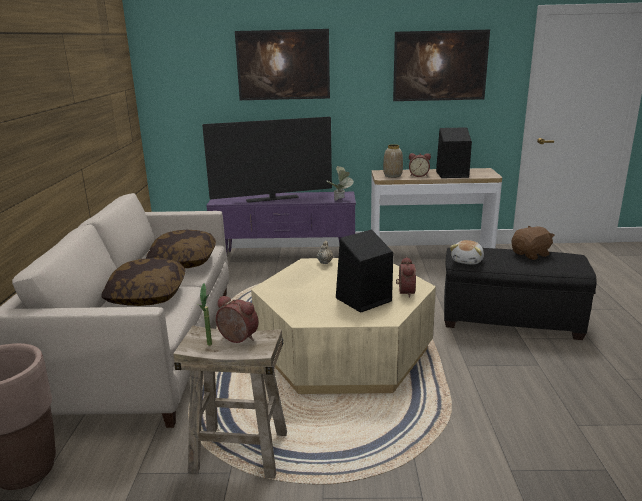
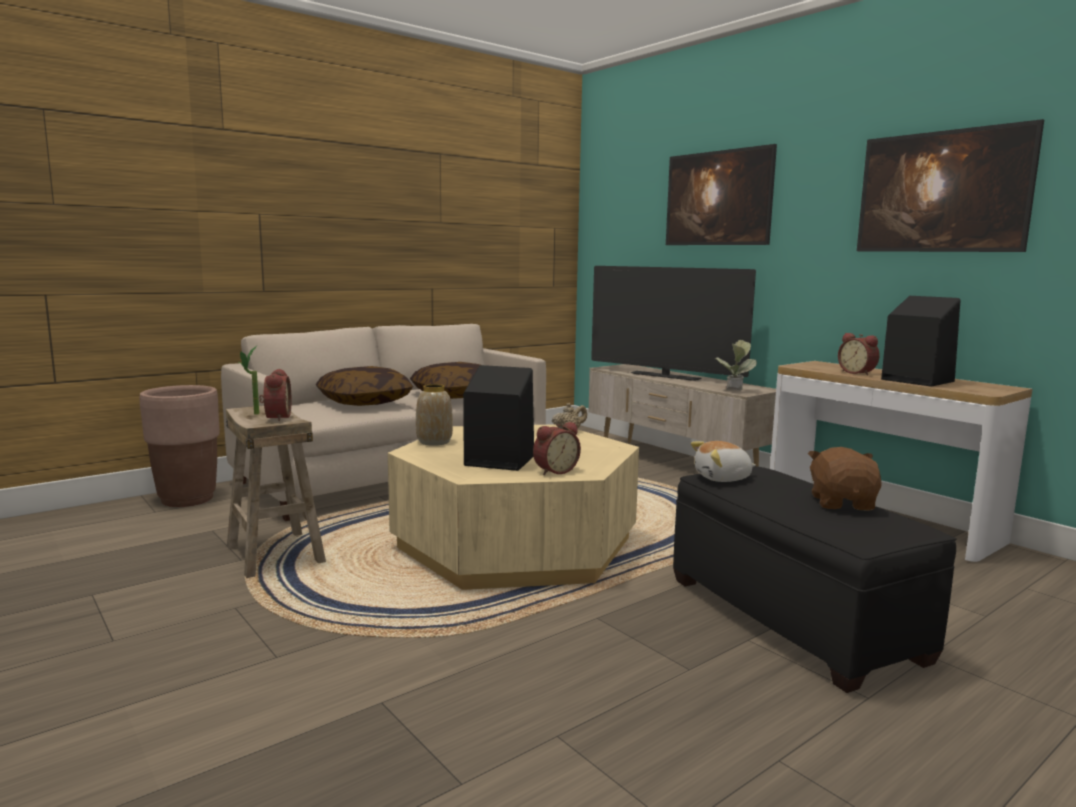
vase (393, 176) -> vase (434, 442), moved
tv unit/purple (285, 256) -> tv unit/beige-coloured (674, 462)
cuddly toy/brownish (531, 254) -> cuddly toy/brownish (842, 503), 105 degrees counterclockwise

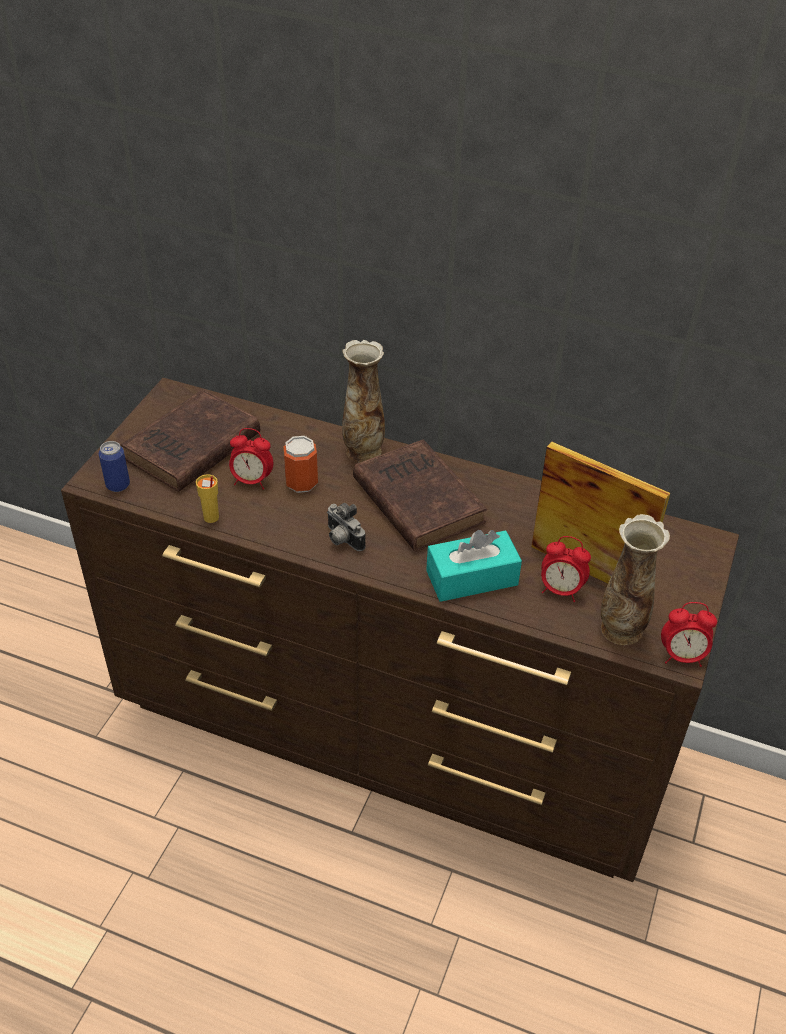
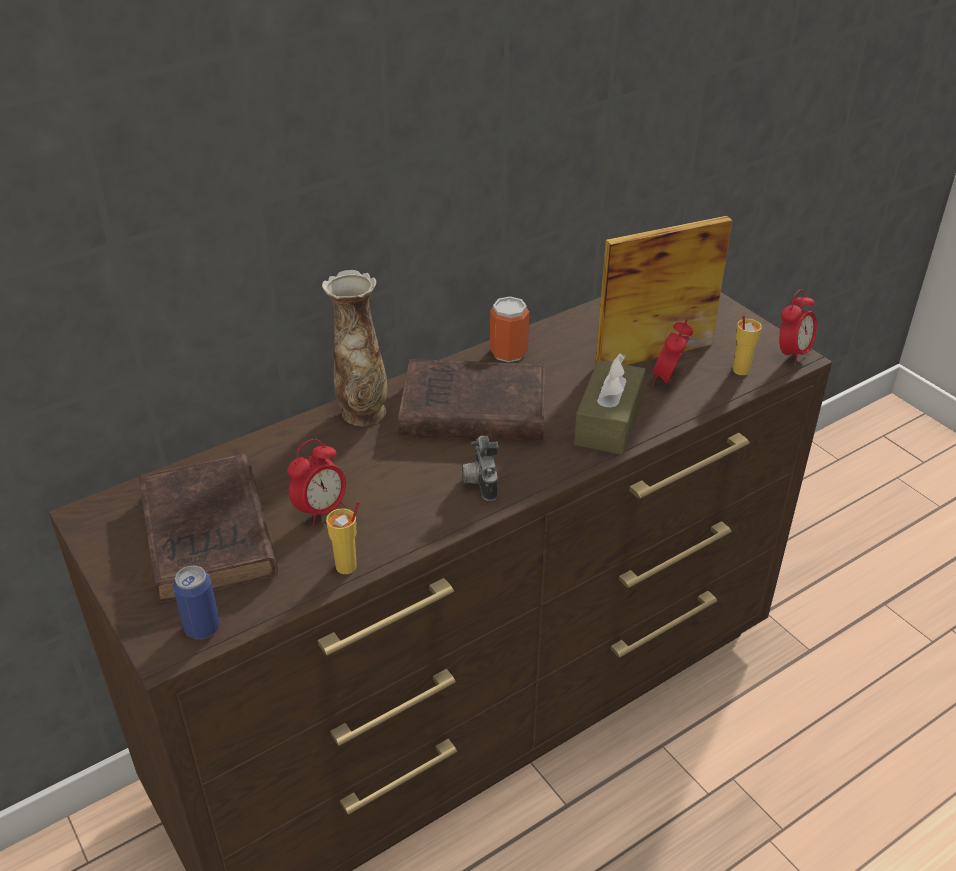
metal can (301, 483) -> metal can (508, 352), moved
vase (620, 630) -> drinking cup/yellow (740, 370)
tissue holder/turquoise-coloured (472, 578) -> tissue holder/brownish (608, 422)
still camera (342, 540) -> still camera (479, 482), 90 degrees clockwise
alarm clock (560, 590) -> alarm clock (668, 379), 150 degrees clockwise

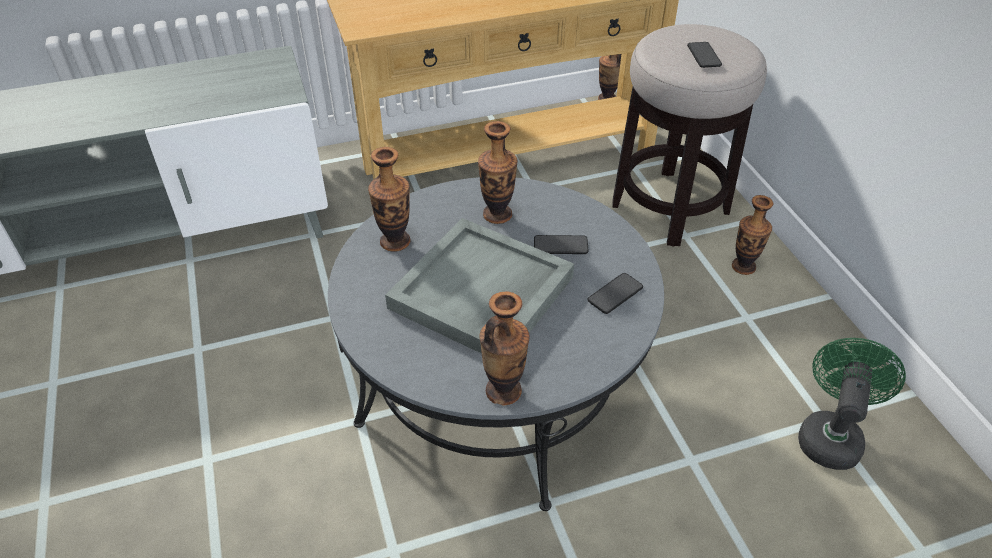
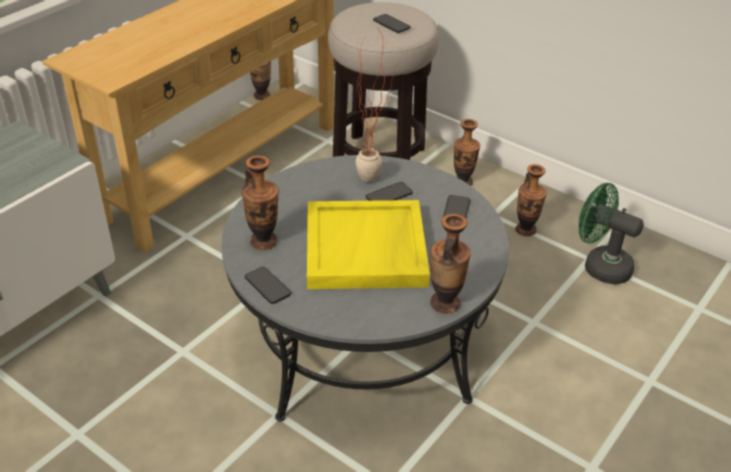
none -> telephone (267, 286)
none -> potted plant (375, 177)
vase (497, 215) -> vase (525, 230), moved
serving tray/greyish (482, 294) -> serving tray/yellow (366, 249)
cooling fan/green-coloured (830, 435) -> cooling fan/green-coloured (600, 266), 45 degrees counterclockwise

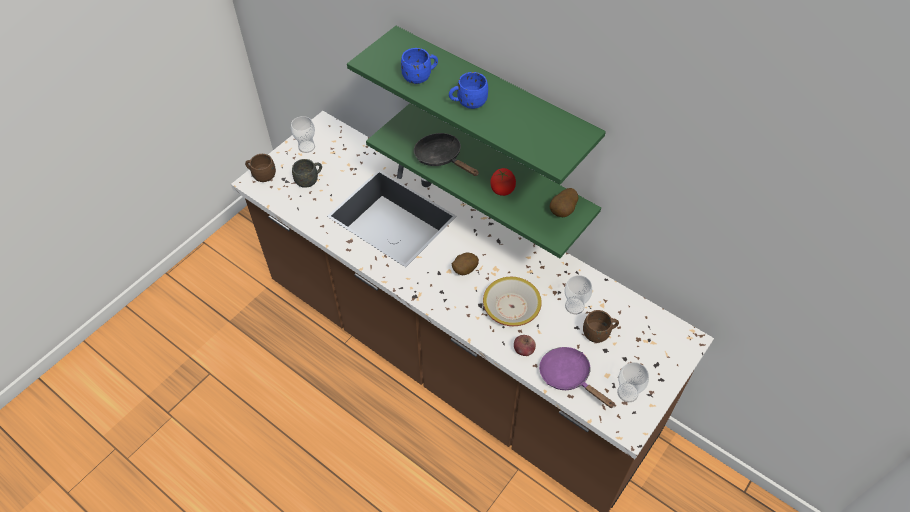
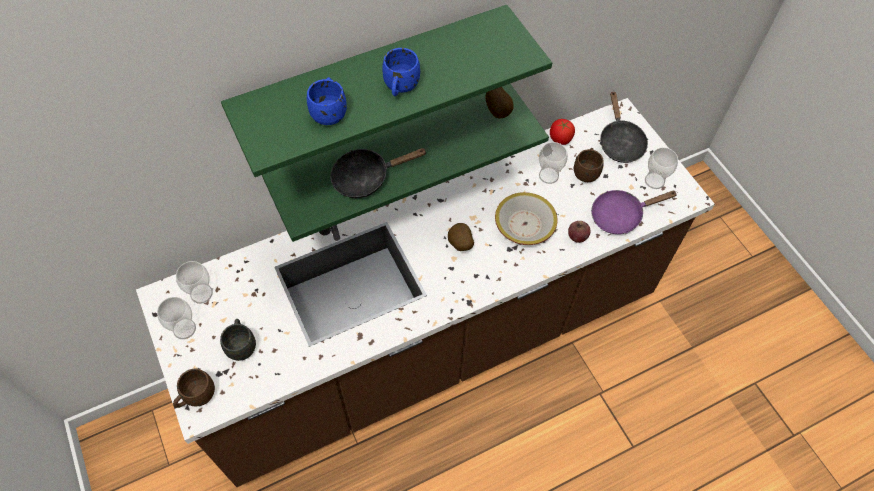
none -> drinking cup (201, 293)
none -> pan/blackish (620, 142)
fresh tomato (502, 190) -> fresh tomato (560, 139), moved

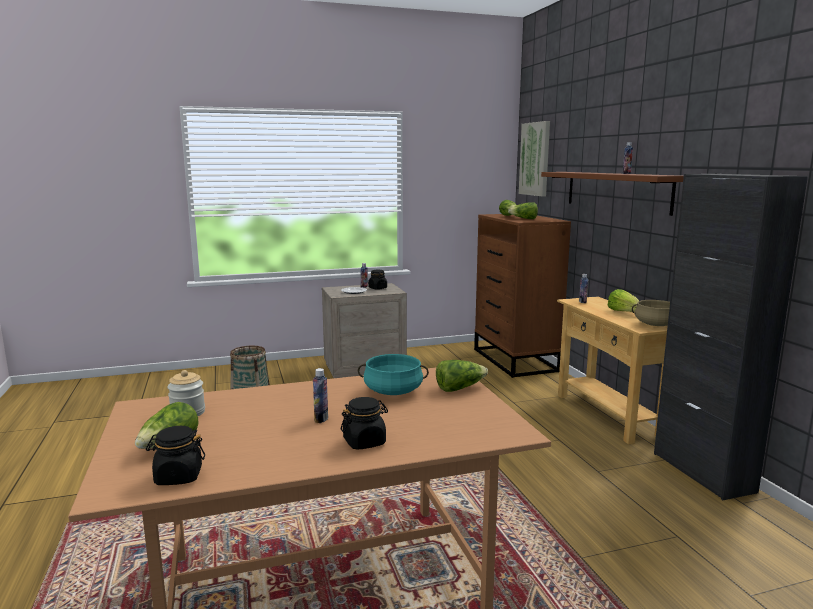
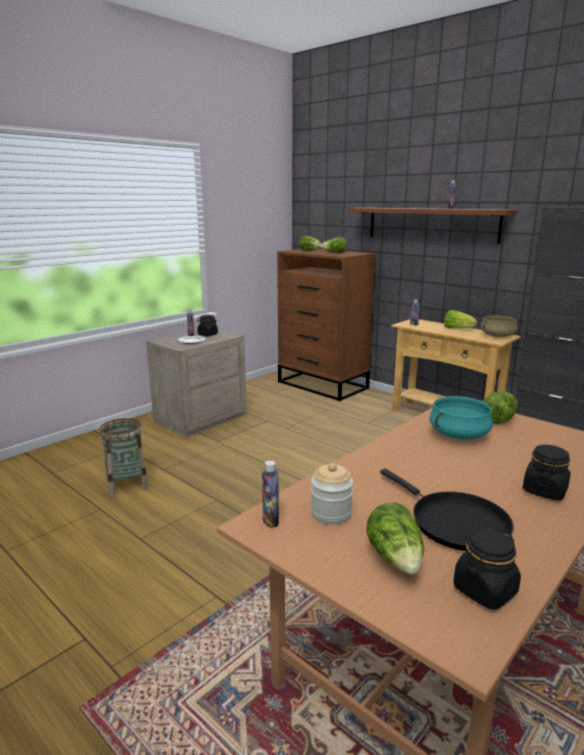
picture (535, 159) -> none
none -> pan/blackish (454, 523)
bottle (321, 419) -> bottle (270, 521), moved

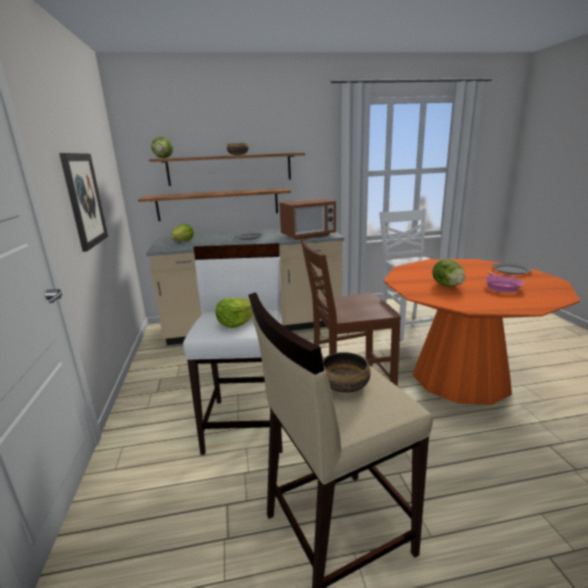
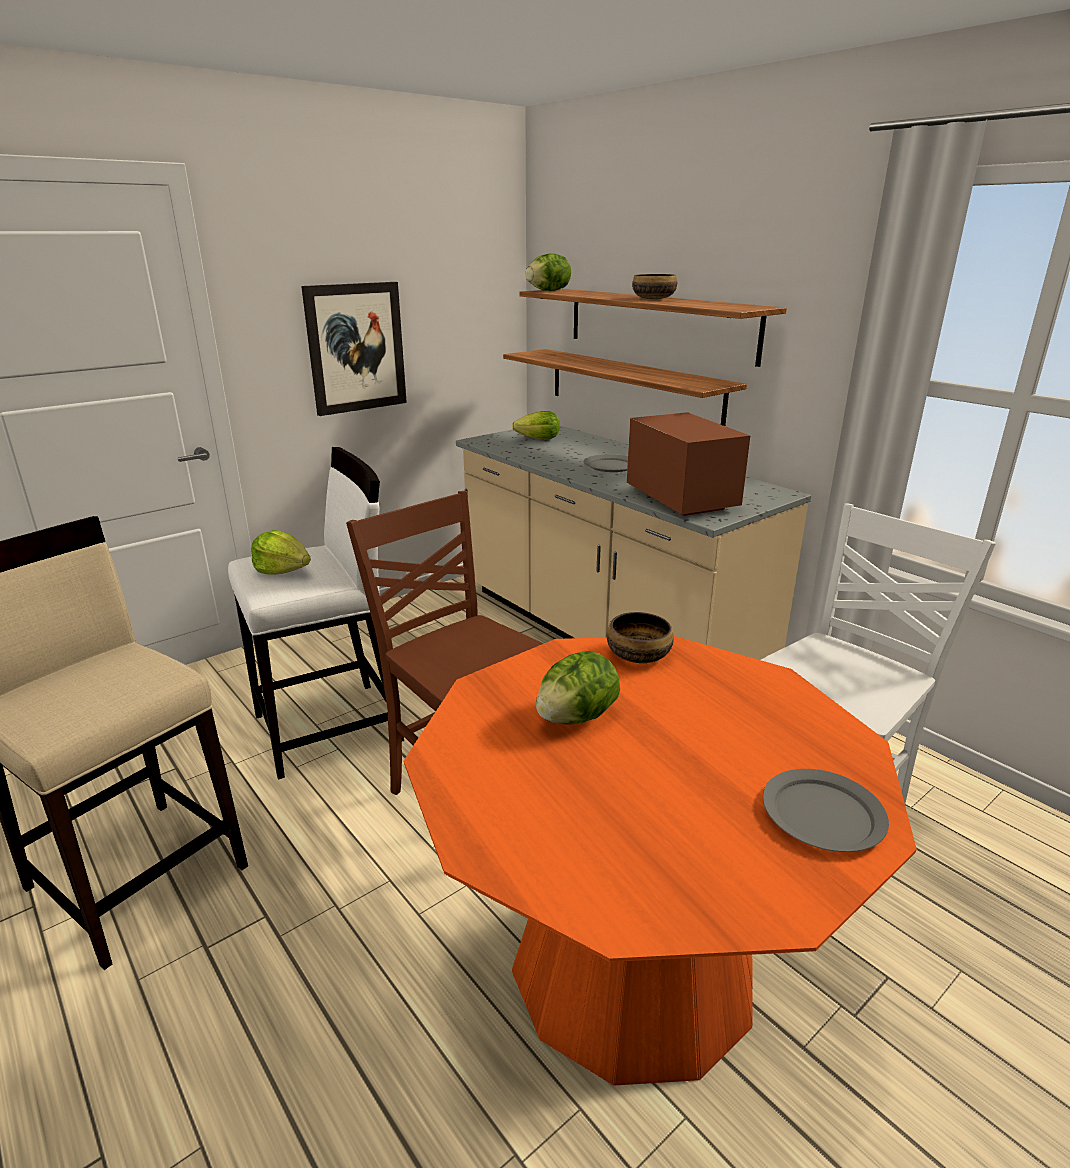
pan/pink (501, 287) -> none
deep dish (344, 385) -> deep dish (638, 654), moved
microwave (308, 235) -> microwave (681, 500), 150 degrees counterclockwise

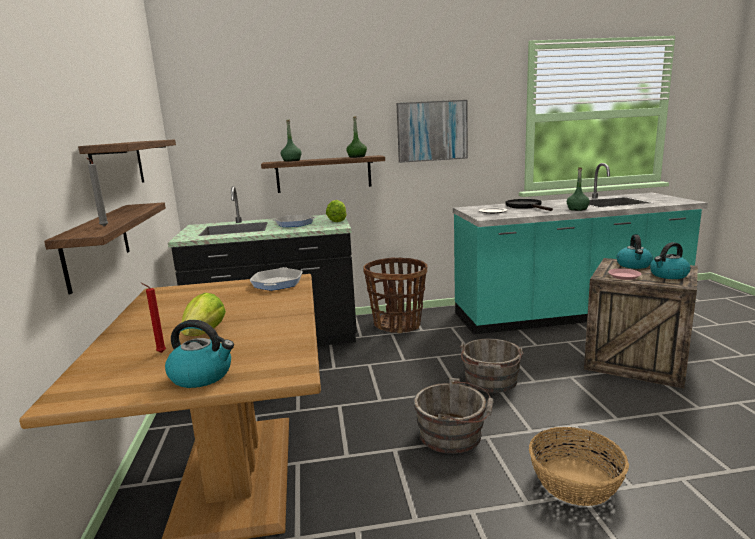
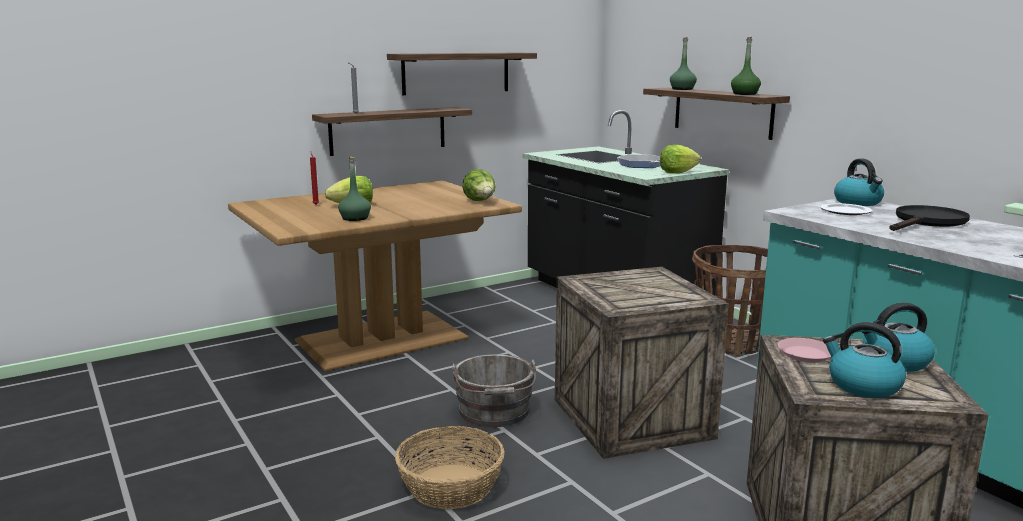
picture (432, 131) -> none
kettle (202, 376) -> kettle (858, 202), moved
bottle/green-coloured (577, 209) -> bottle/green-coloured (355, 218), moved
pan (277, 283) -> head of lettuce (480, 202)
water bucket/greyish (490, 381) -> crate (634, 419)

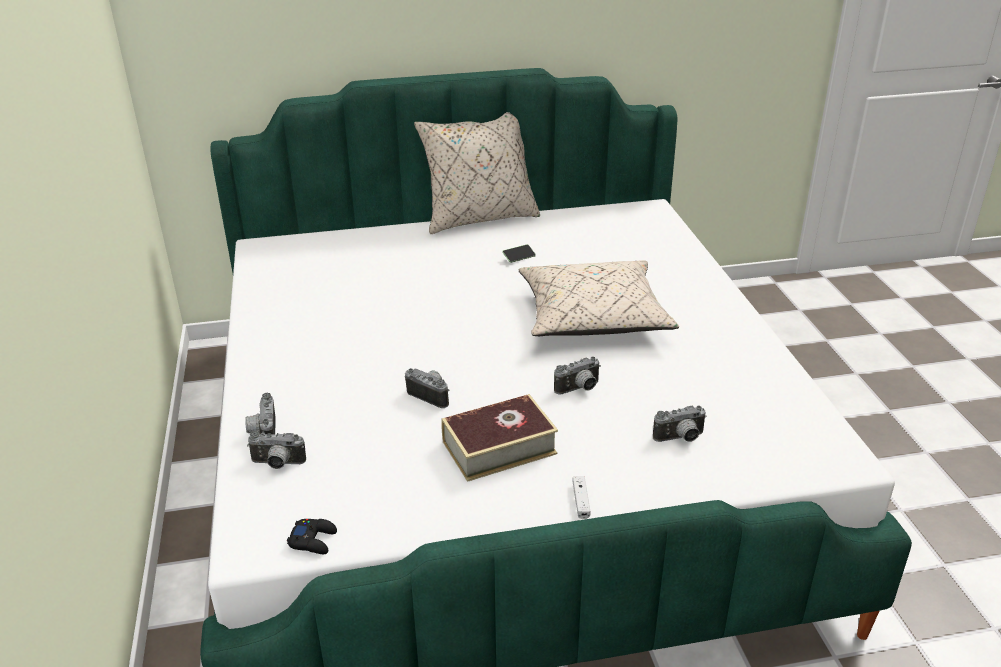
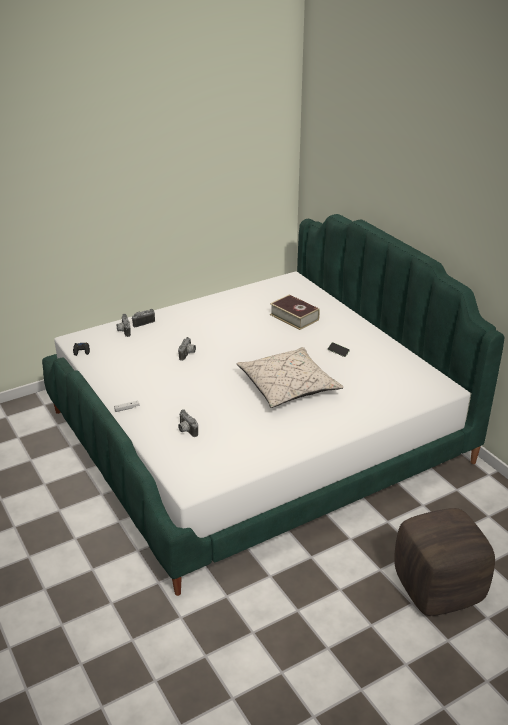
cushion/beige-coloured (479, 218) -> none
still camera (579, 389) -> none
none -> pouffe/brownish (438, 589)
book (499, 447) -> book (294, 317), moved

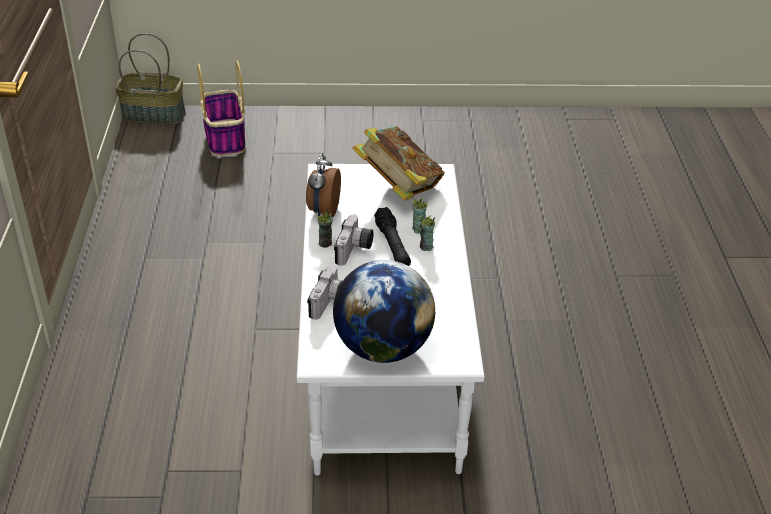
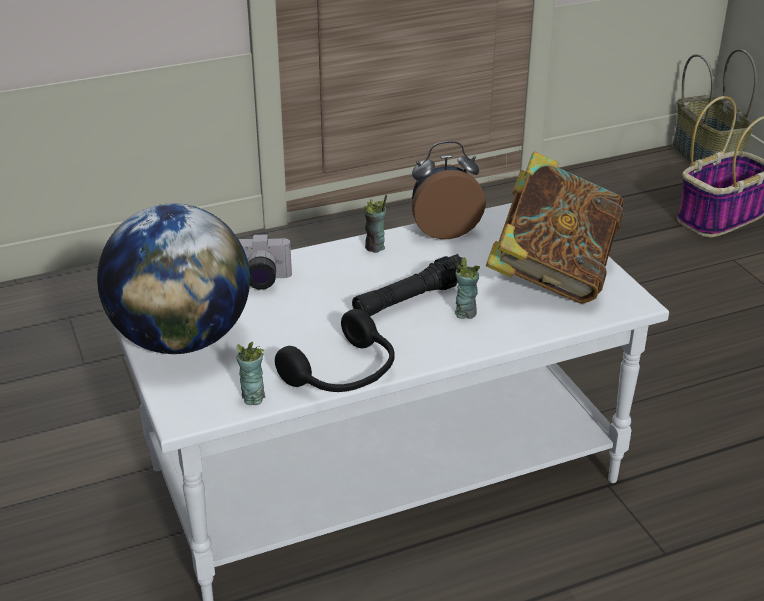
still camera (355, 250) -> none
none -> headphones/blackish (344, 374)
drinking cup (426, 247) -> drinking cup (252, 397), moved

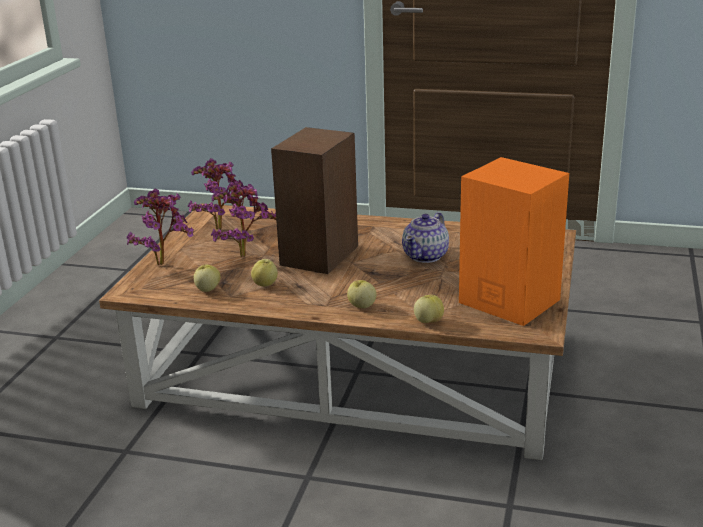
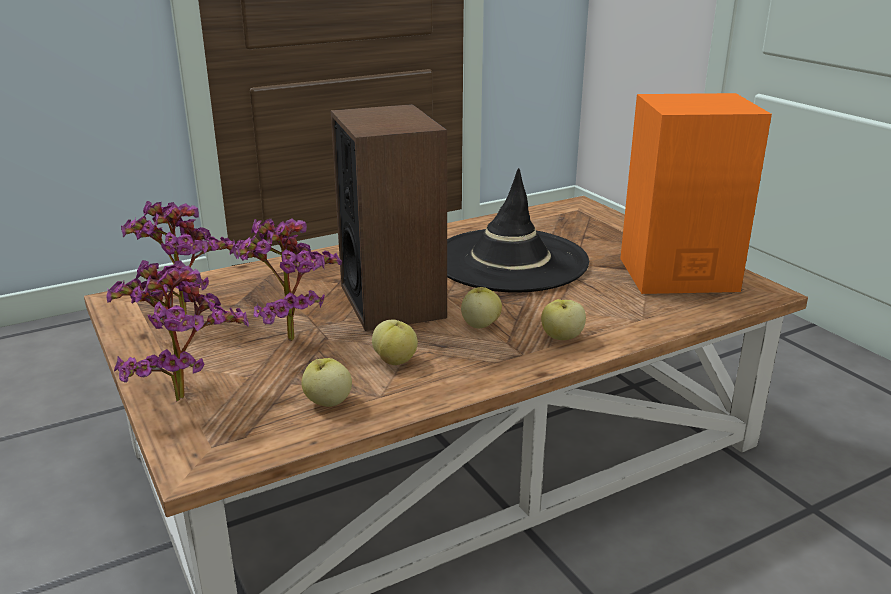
apple fruit (428, 321) -> apple fruit (480, 325), moved
teapot (426, 256) -> wearable hat/blackish (509, 260)

